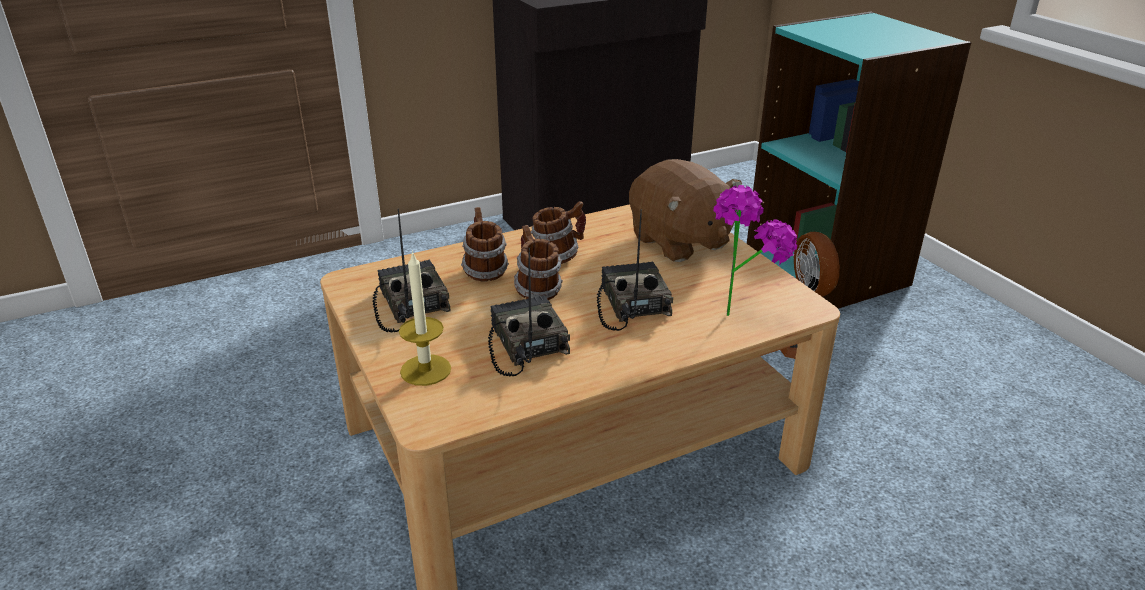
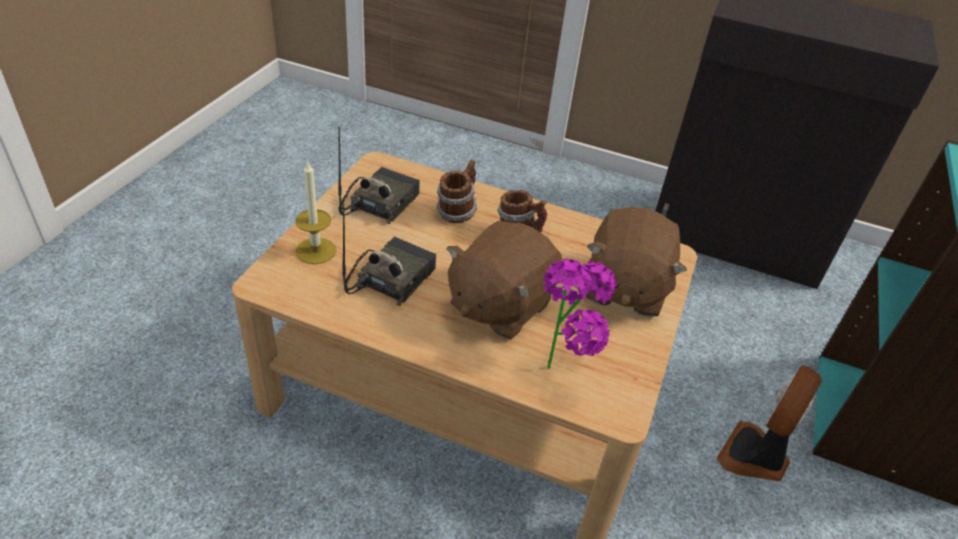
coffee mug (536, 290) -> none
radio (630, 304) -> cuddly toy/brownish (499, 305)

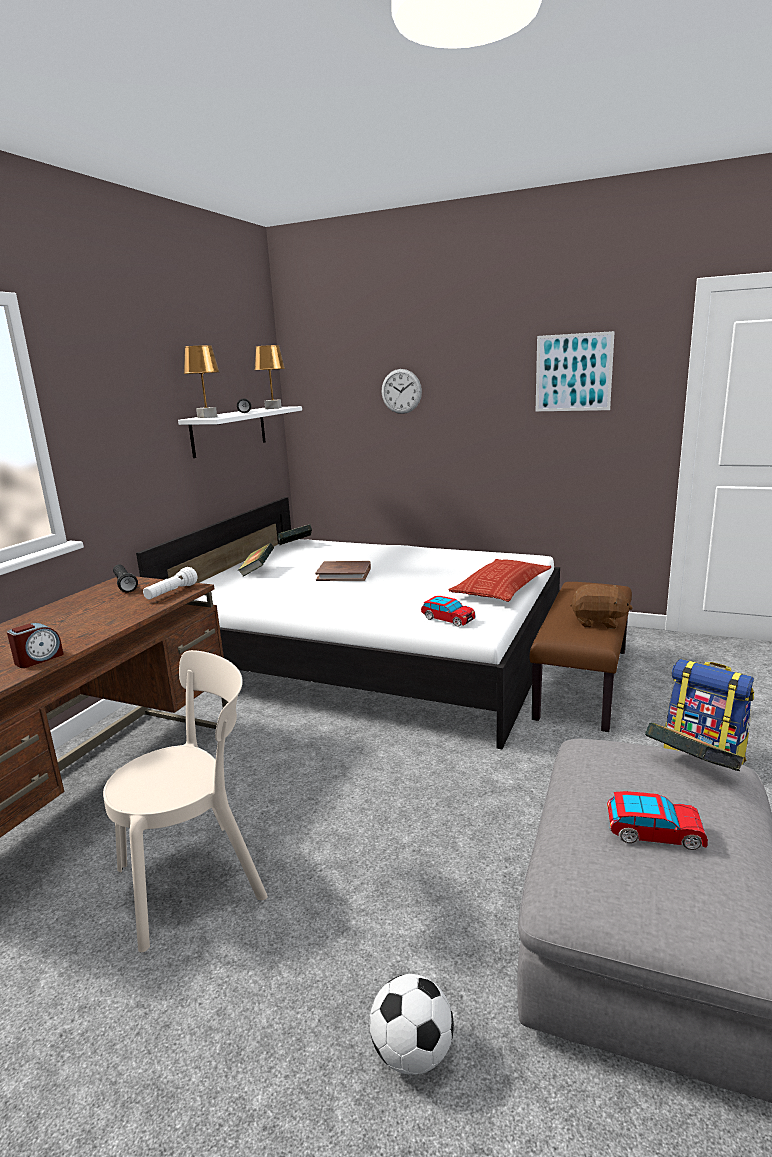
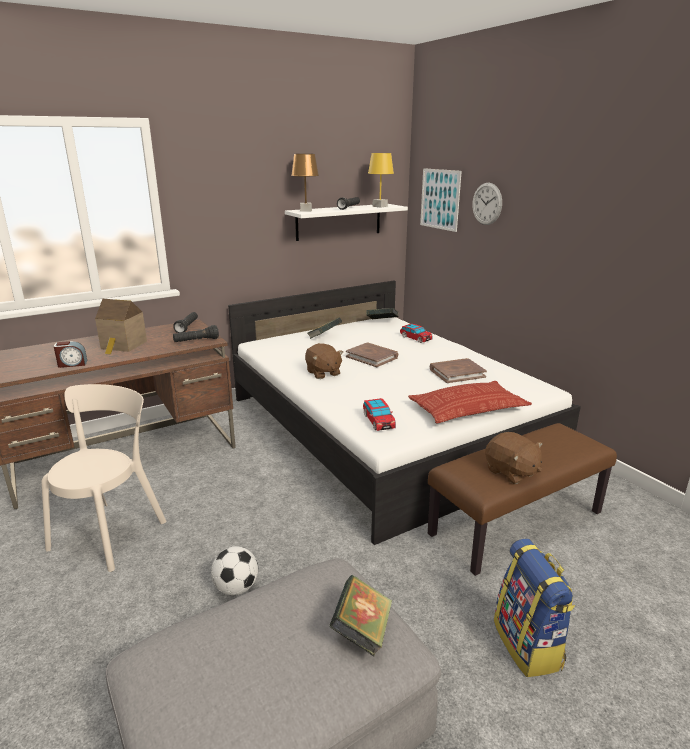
none -> miniature house (123, 346)
none -> cuddly toy/brownish (323, 373)
none -> book/brownish (457, 373)
football (412, 1052) -> football (236, 588), moved
picture (573, 372) -> picture (440, 199), moved
toy car (654, 833) -> toy car (415, 338), moved
torch/white-coloured (171, 593) -> torch/blackish (196, 341)
lamp for a table/brownish (273, 408) -> lamp for a table/yellow (380, 206)
chair/beige-coloured (198, 879) -> chair/beige-coloured (112, 532), 75 degrees counterclockwise

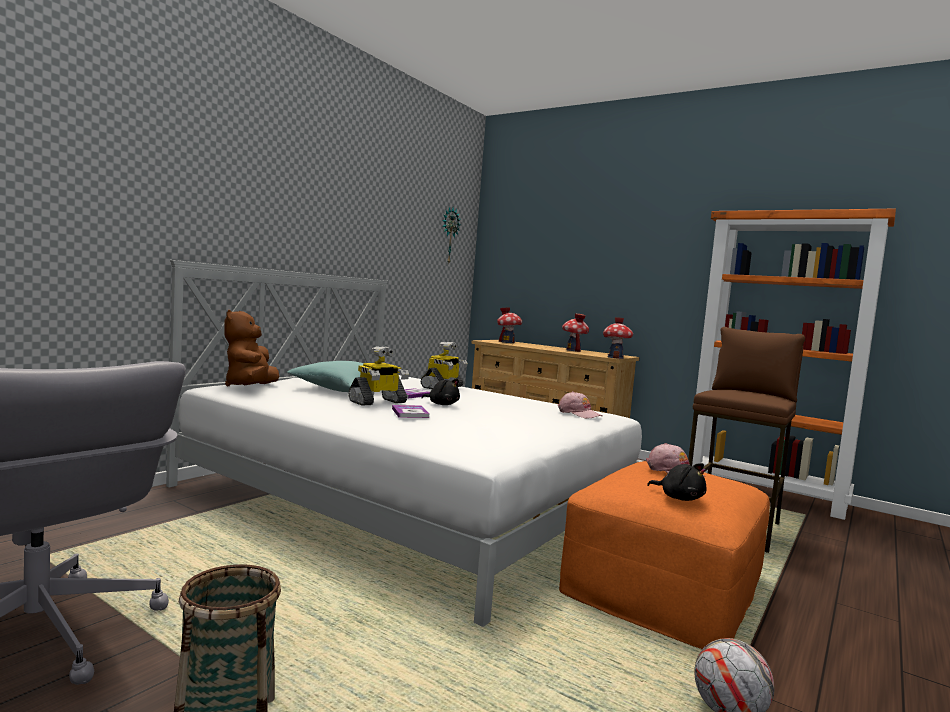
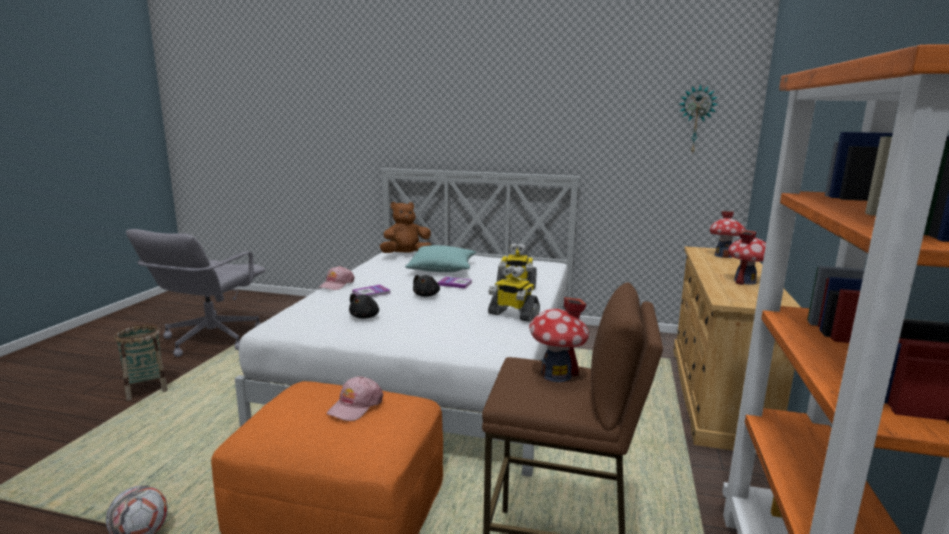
model robot (377, 402) -> model robot (513, 314), moved
cap/pink (579, 414) -> cap/pink (336, 284), moved
miniature house (615, 357) -> miniature house (556, 375), moved
cuddly toy/blackish (679, 498) -> cuddly toy/blackish (365, 317), moved

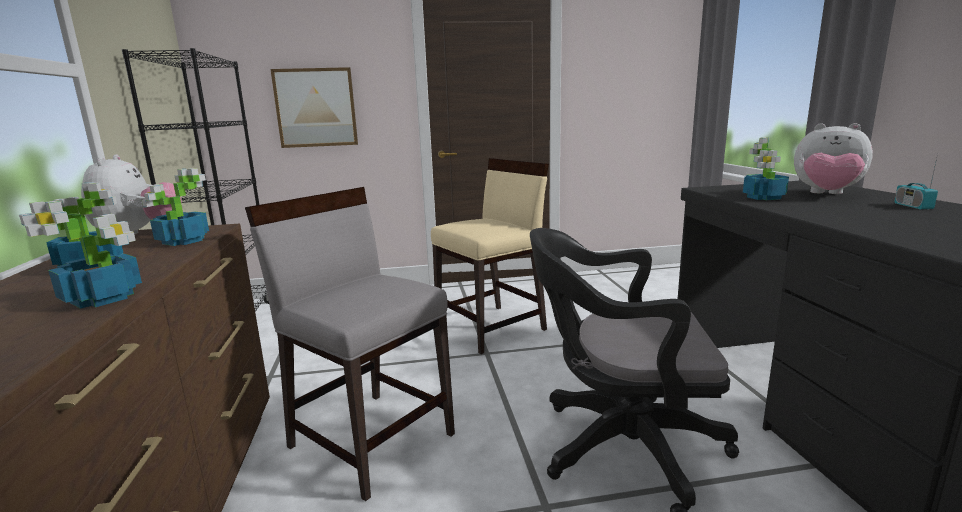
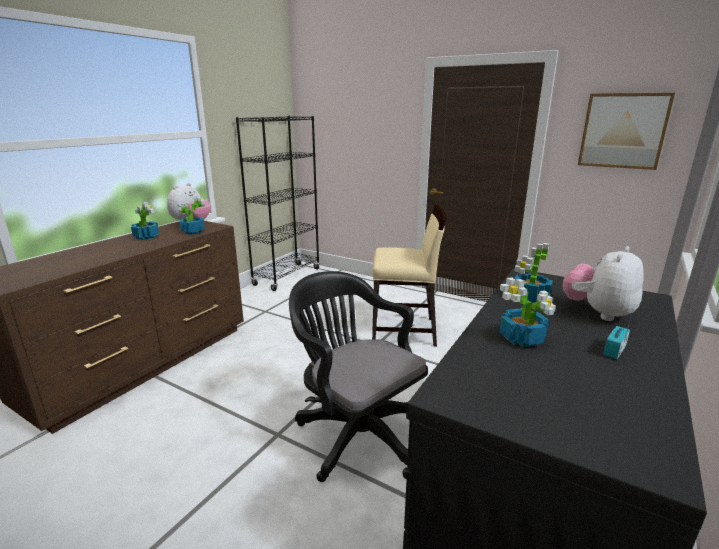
chair/greyish (371, 439) -> none
potted plant (104, 298) -> potted plant (522, 339), moved
picture (316, 108) -> picture (623, 131), moved
cuddly toy (826, 194) -> cuddly toy (598, 313), 60 degrees clockwise

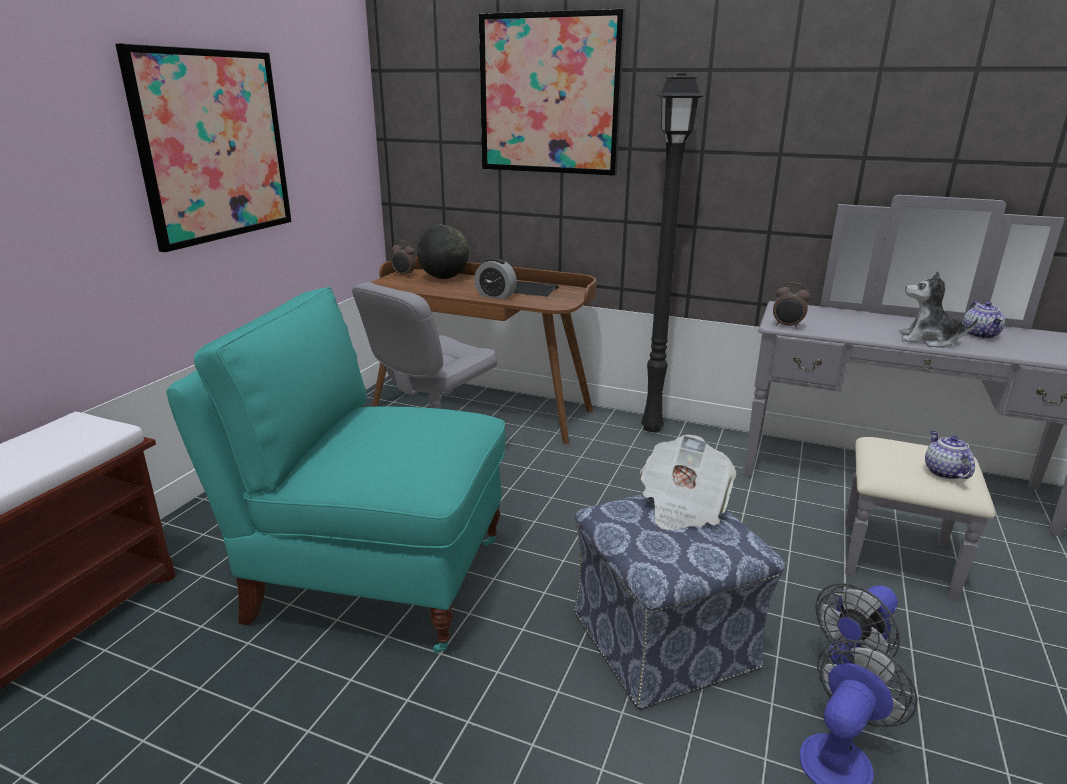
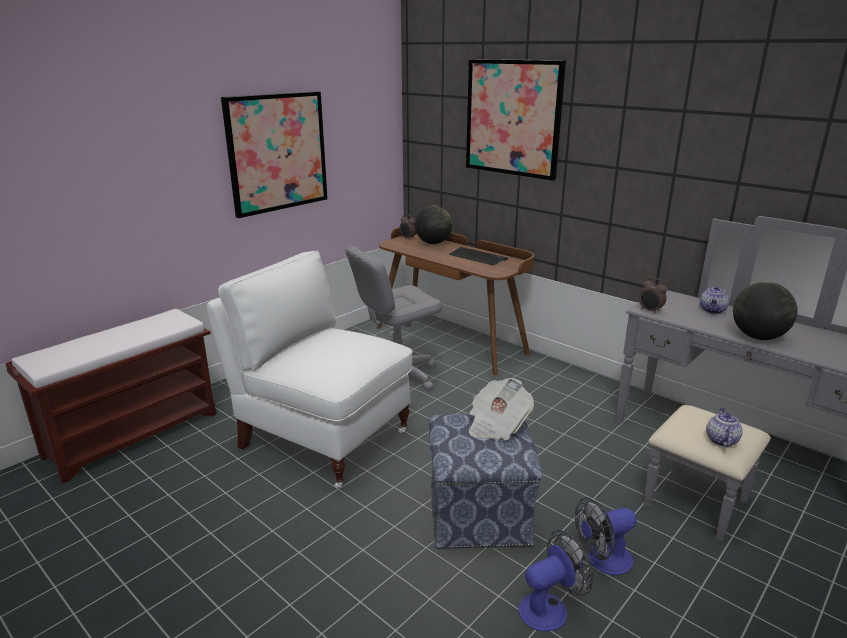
alarm clock (495, 296) -> none
standard lamp/blackish (653, 427) -> none
teapot (980, 335) -> teapot (713, 310), moved
cuddly toy (929, 340) -> desk globe (758, 337)
chair/turquoise-coloured (374, 578) -> chair/white-coloured (322, 438)

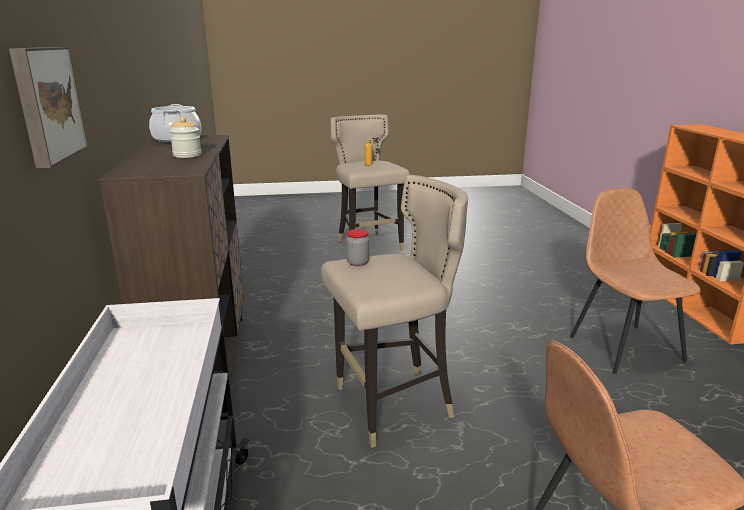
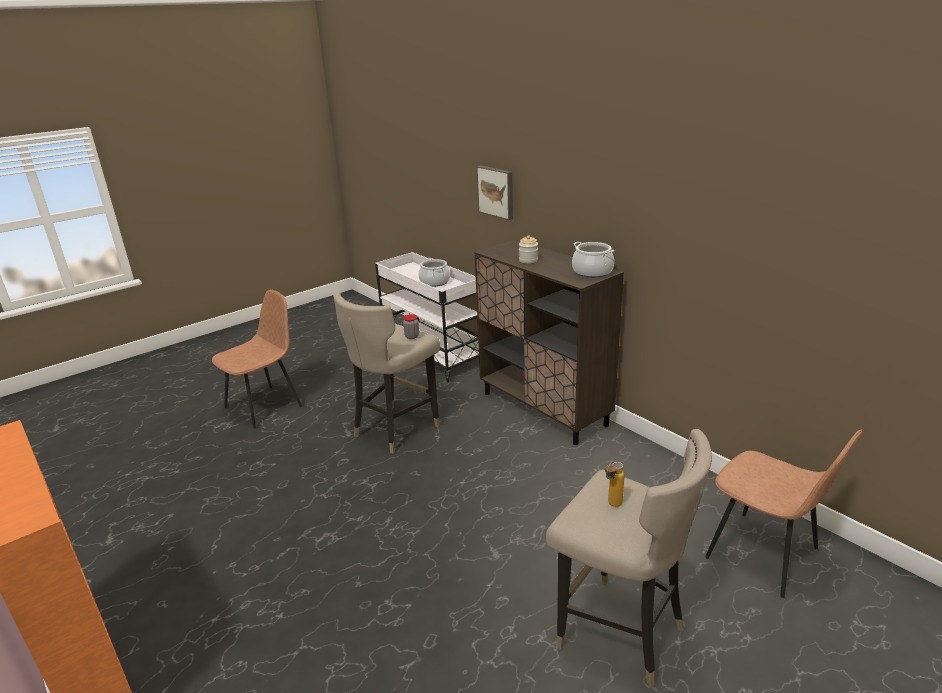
none -> cooking pot (434, 282)
chair/brownish (624, 347) -> chair/brownish (764, 554), moved

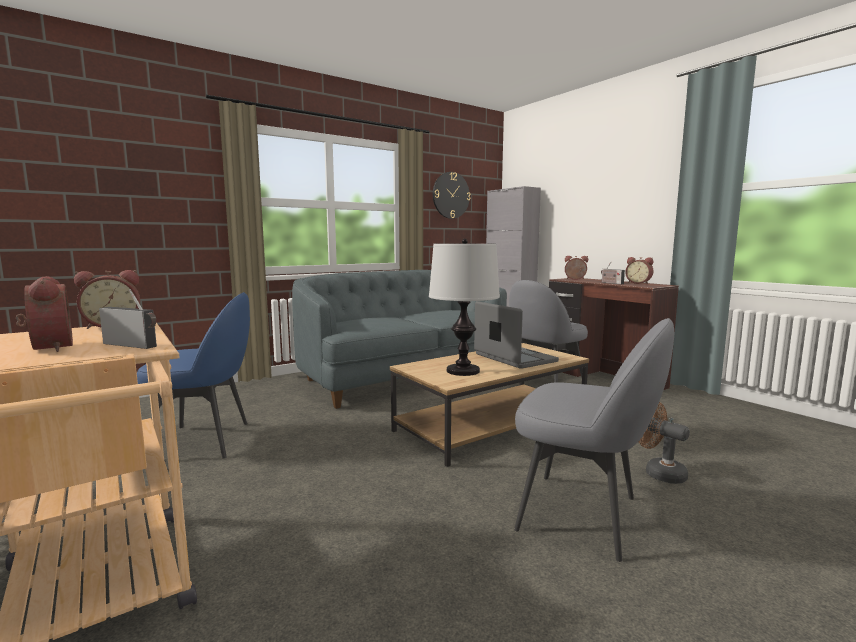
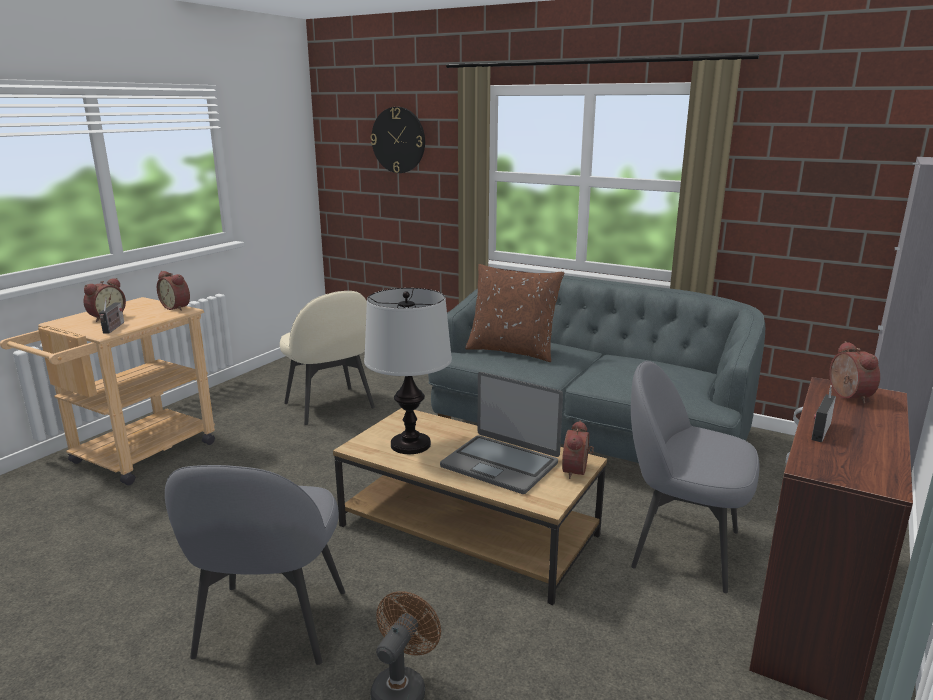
none -> cushion/brownish (512, 351)
clock on the wall (451, 195) -> clock on the wall (398, 140), moved
alarm clock (638, 283) -> alarm clock (577, 471), moved
chair/blue (205, 441) -> chair/beige-coloured (330, 406)
laptop (514, 358) -> laptop (500, 464), 90 degrees clockwise

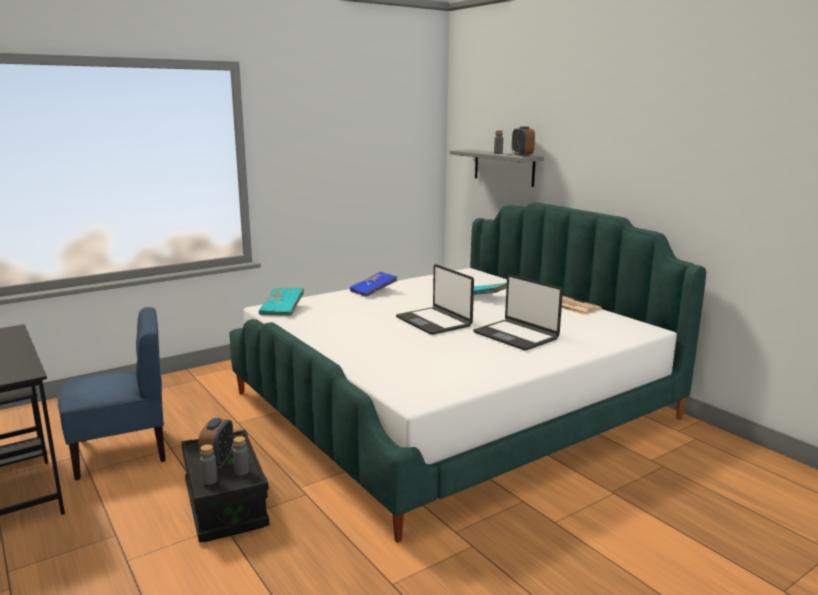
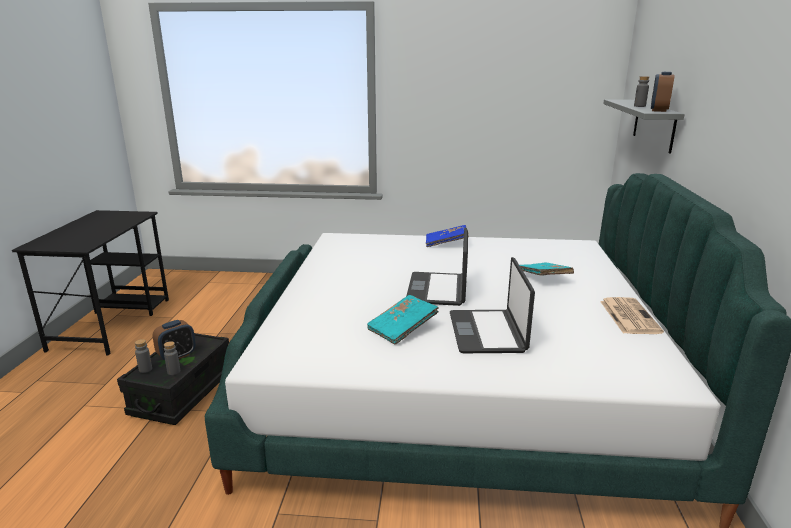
chair/blue (122, 452) -> none
book/turquoise-coloured (282, 310) -> book/turquoise-coloured (402, 328), moved

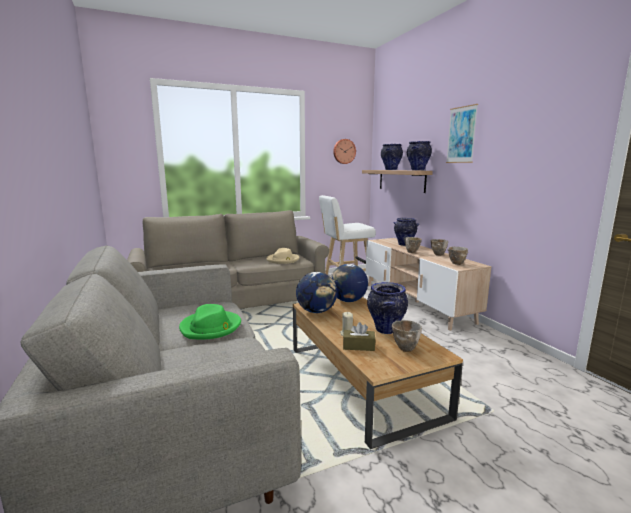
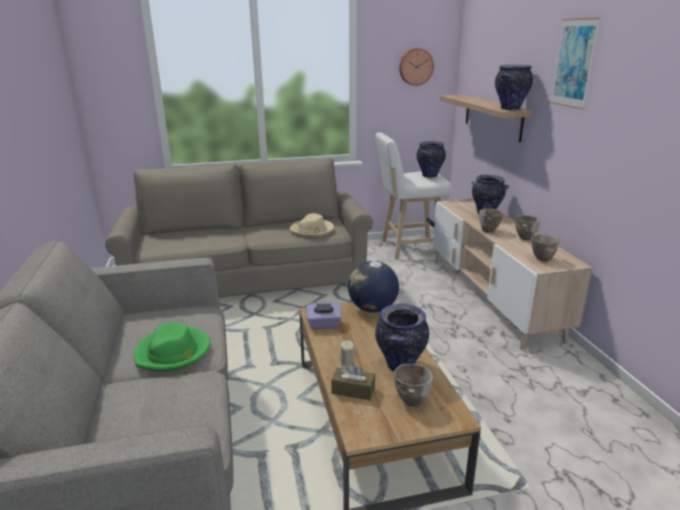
vase (390, 170) -> vase (429, 176), moved
desk globe (316, 311) -> tissue holder/purple (324, 325)

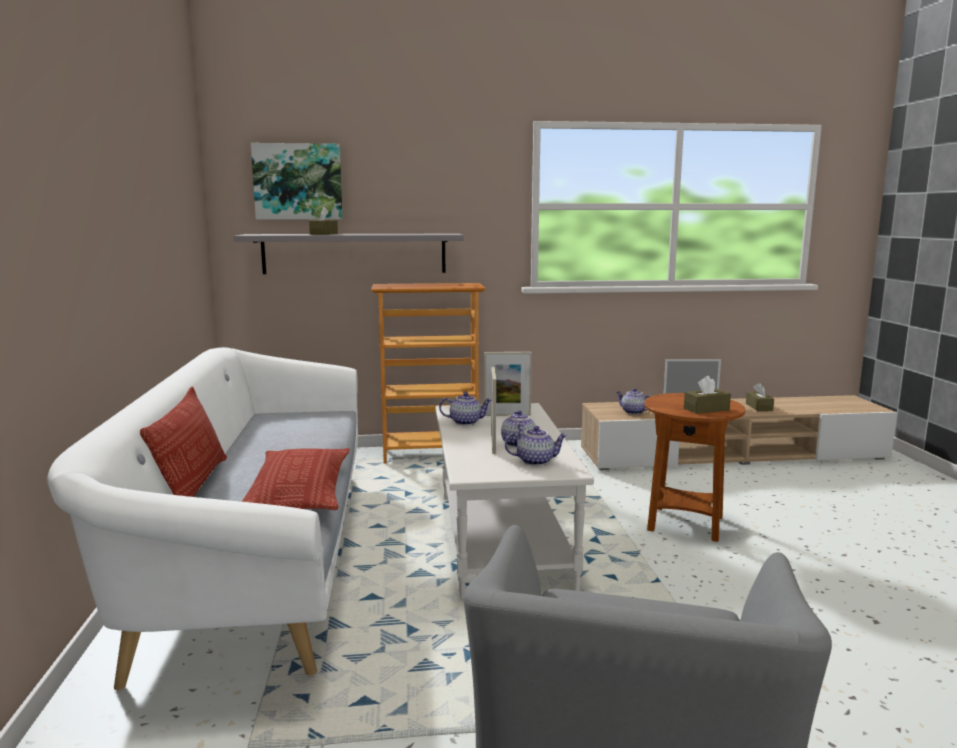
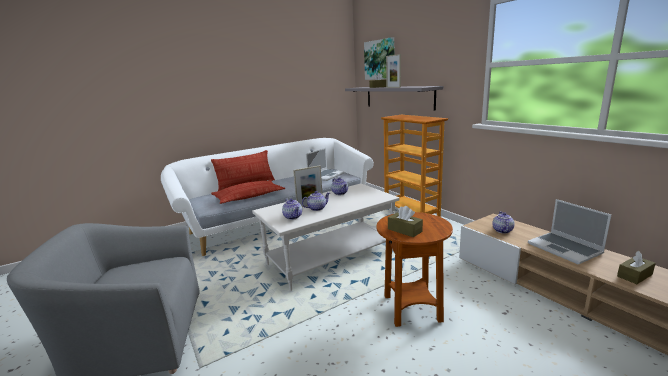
none -> laptop (326, 175)
standing frame (507, 415) -> standing frame (393, 87), moved

